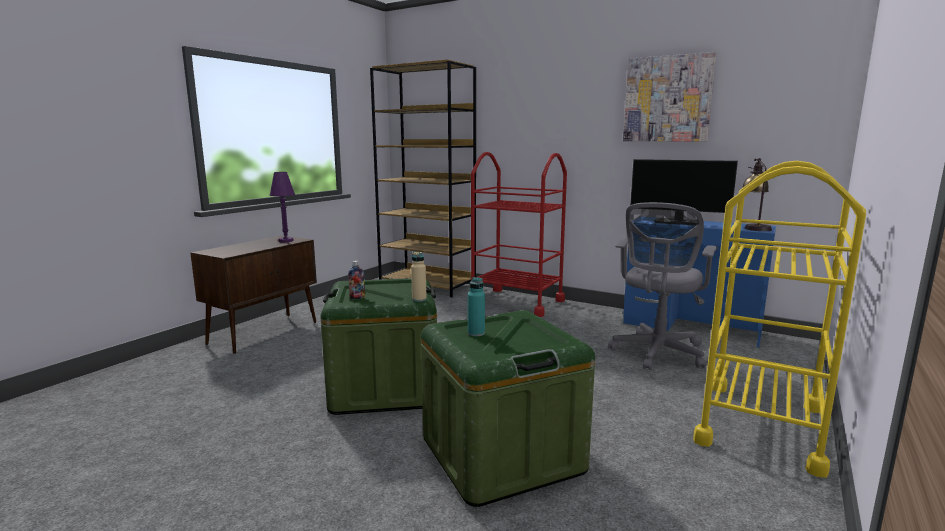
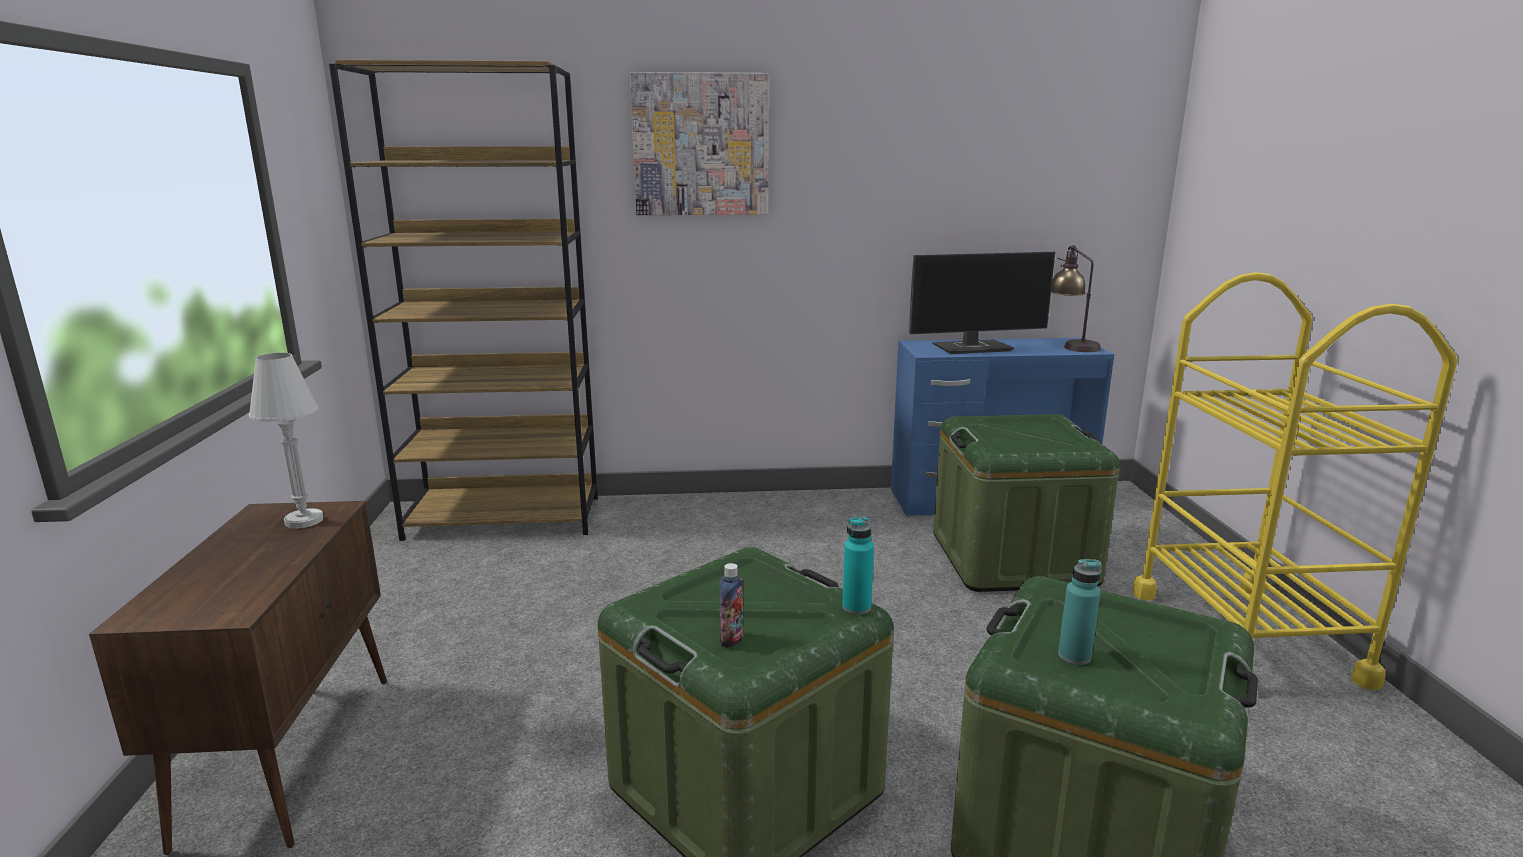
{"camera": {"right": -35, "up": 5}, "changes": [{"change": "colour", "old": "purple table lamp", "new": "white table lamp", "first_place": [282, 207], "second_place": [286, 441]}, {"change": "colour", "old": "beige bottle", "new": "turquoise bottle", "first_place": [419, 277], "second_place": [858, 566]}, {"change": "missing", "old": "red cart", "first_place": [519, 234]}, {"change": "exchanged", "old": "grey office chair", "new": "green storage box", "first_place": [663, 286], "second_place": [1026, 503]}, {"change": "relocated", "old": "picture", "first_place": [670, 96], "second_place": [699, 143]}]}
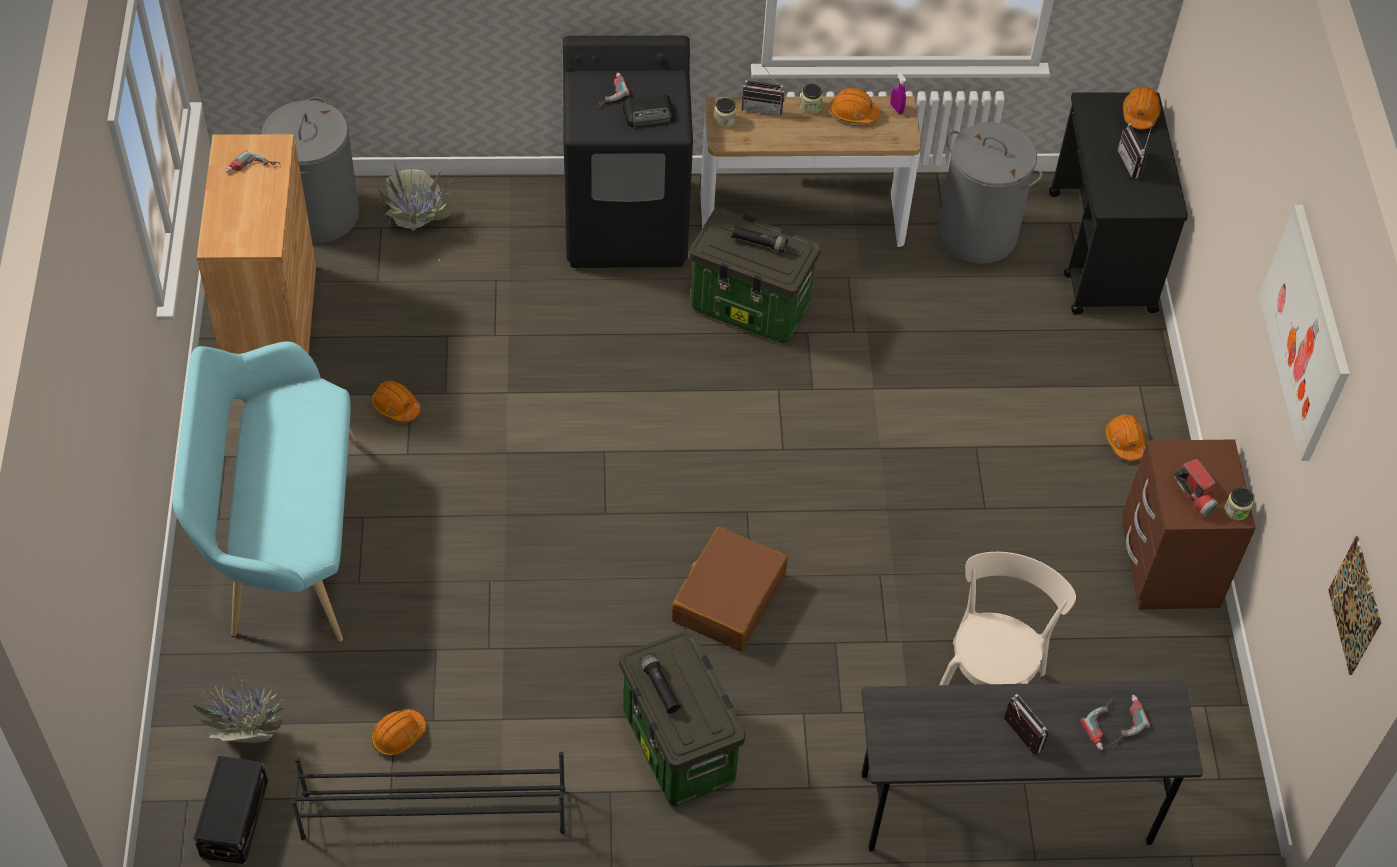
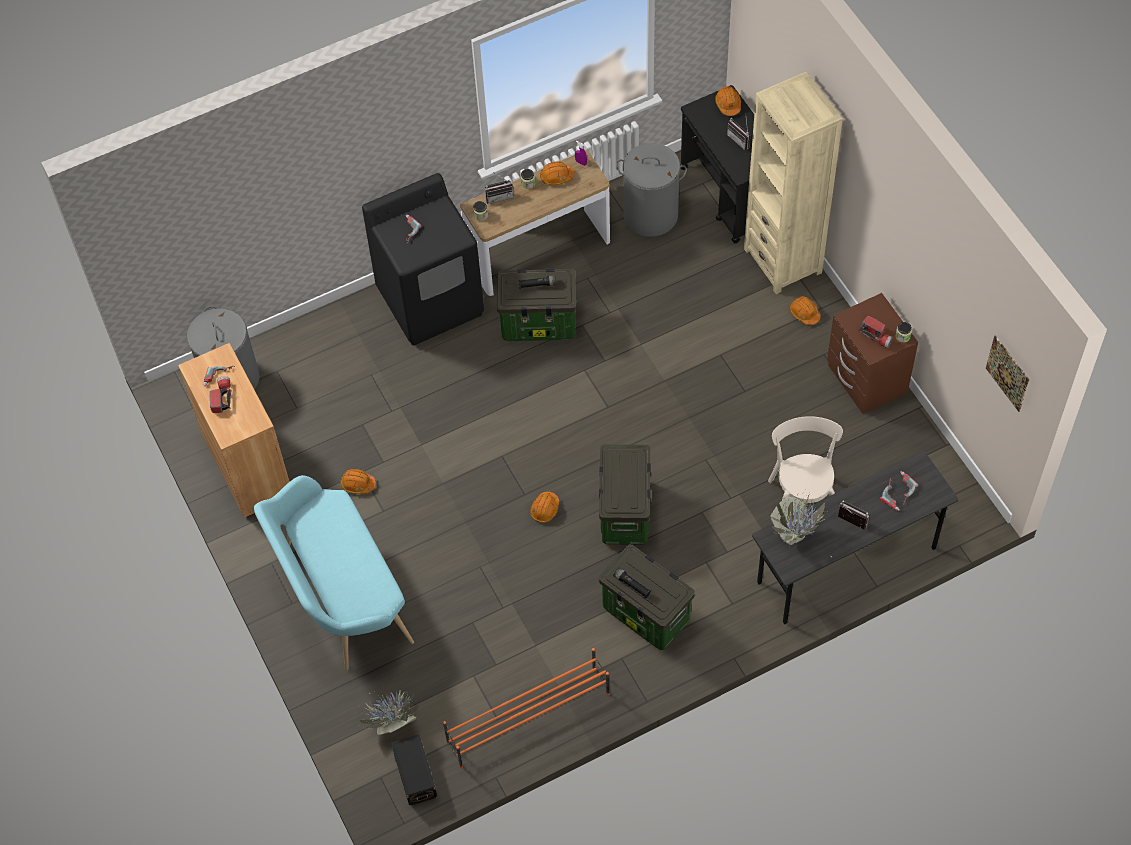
{"camera": {"right": -20, "up": 5}, "changes": [{"change": "colour", "old": "black shoe rack", "new": "orange shoe rack", "first_place": [428, 796], "second_place": [526, 708]}, {"change": "relocated", "old": "orange hard hat", "first_place": [398, 732], "second_place": [544, 507]}, {"change": "relocated", "old": "potted plant", "first_place": [418, 212], "second_place": [801, 524]}, {"change": "missing", "old": "radio", "first_place": [648, 111]}, {"change": "exchanged", "old": "brown suitcase", "new": "storage box", "first_place": [730, 589], "second_place": [625, 495]}, {"change": "missing", "old": "picture", "first_place": [1304, 333]}, {"change": "appeared", "new": "flashlight", "second_place": [221, 394]}, {"change": "appeared", "new": "beige bookcase", "second_place": [793, 182]}]}
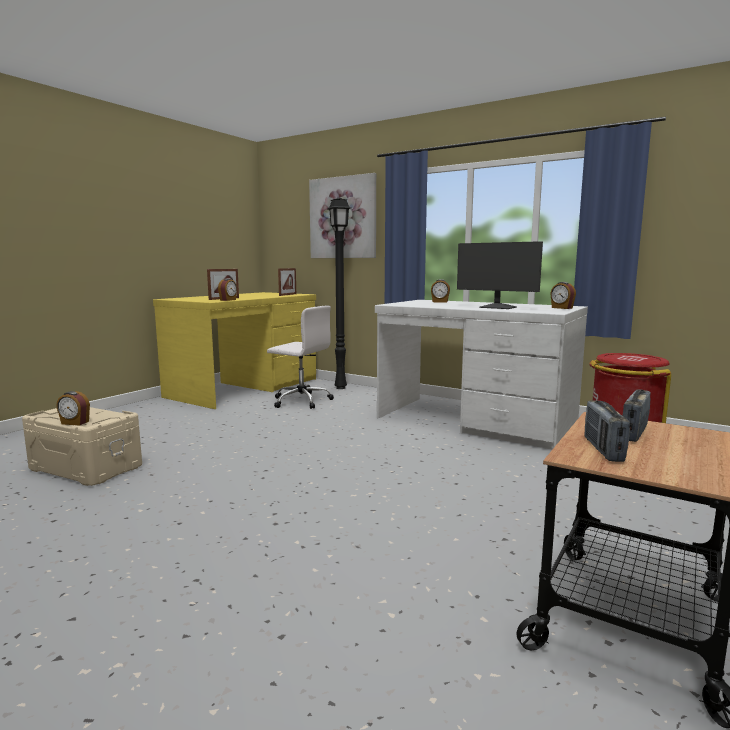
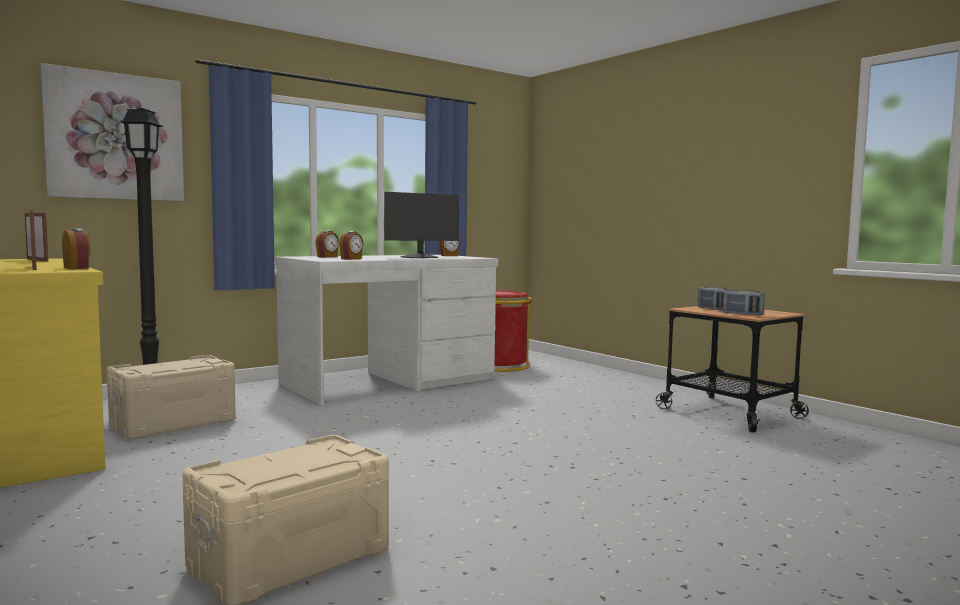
{"camera": {"right": -70, "up": -5}, "changes": [{"change": "relocated", "old": "alarm clock", "first_place": [73, 408], "second_place": [351, 245]}, {"change": "exchanged", "old": "white office chair", "new": "beige storage box", "first_place": [300, 357], "second_place": [171, 397]}]}
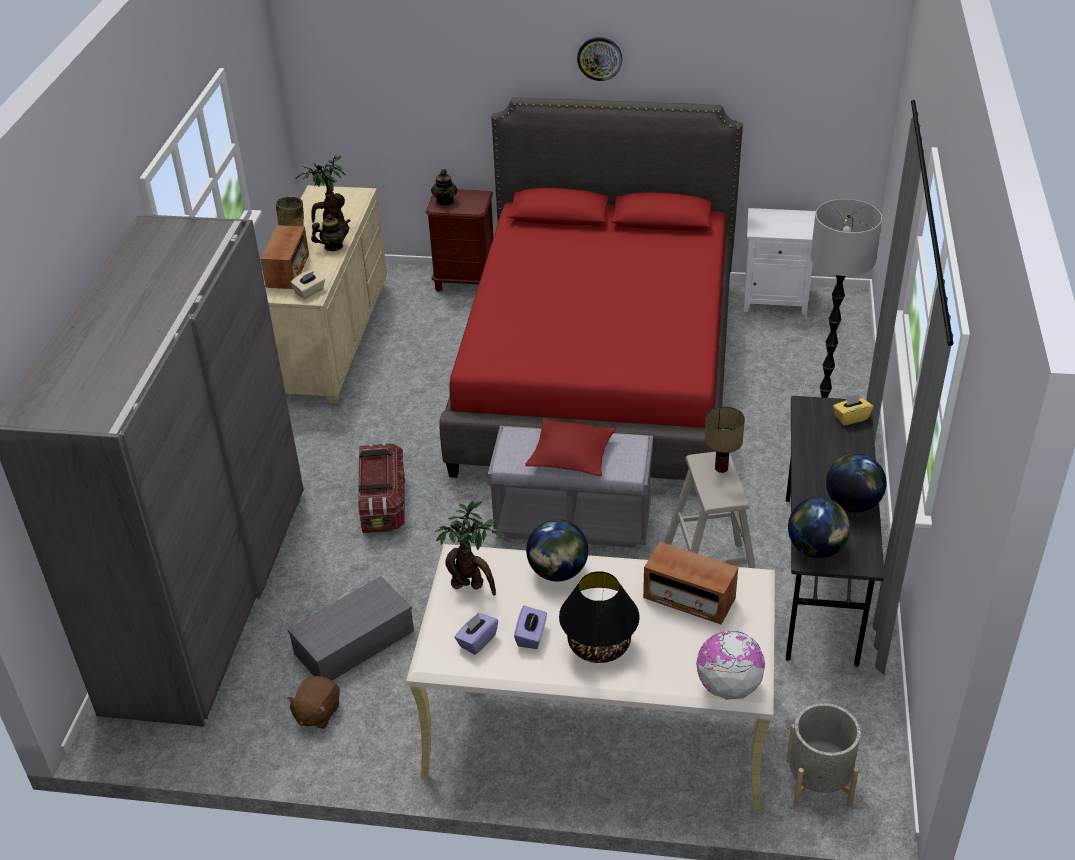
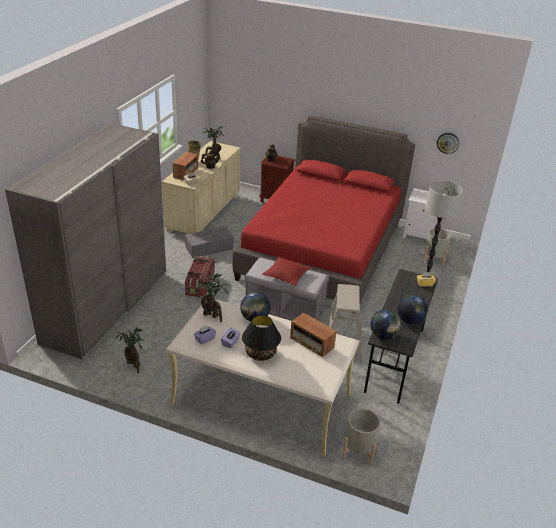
{"camera": {"right": 10, "up": -5}, "changes": [{"change": "exchanged", "old": "brown plush toy", "new": "potted plant", "first_place": [313, 702], "second_place": [129, 350]}, {"change": "relocated", "old": "grey storage box", "first_place": [351, 628], "second_place": [209, 242]}, {"change": "relocated", "old": "wall clock", "first_place": [599, 59], "second_place": [448, 143]}, {"change": "missing", "old": "globe", "first_place": [730, 665]}, {"change": "missing", "old": "table lamp", "first_place": [724, 439]}, {"change": "appeared", "new": "grey planter", "second_place": [437, 247]}]}
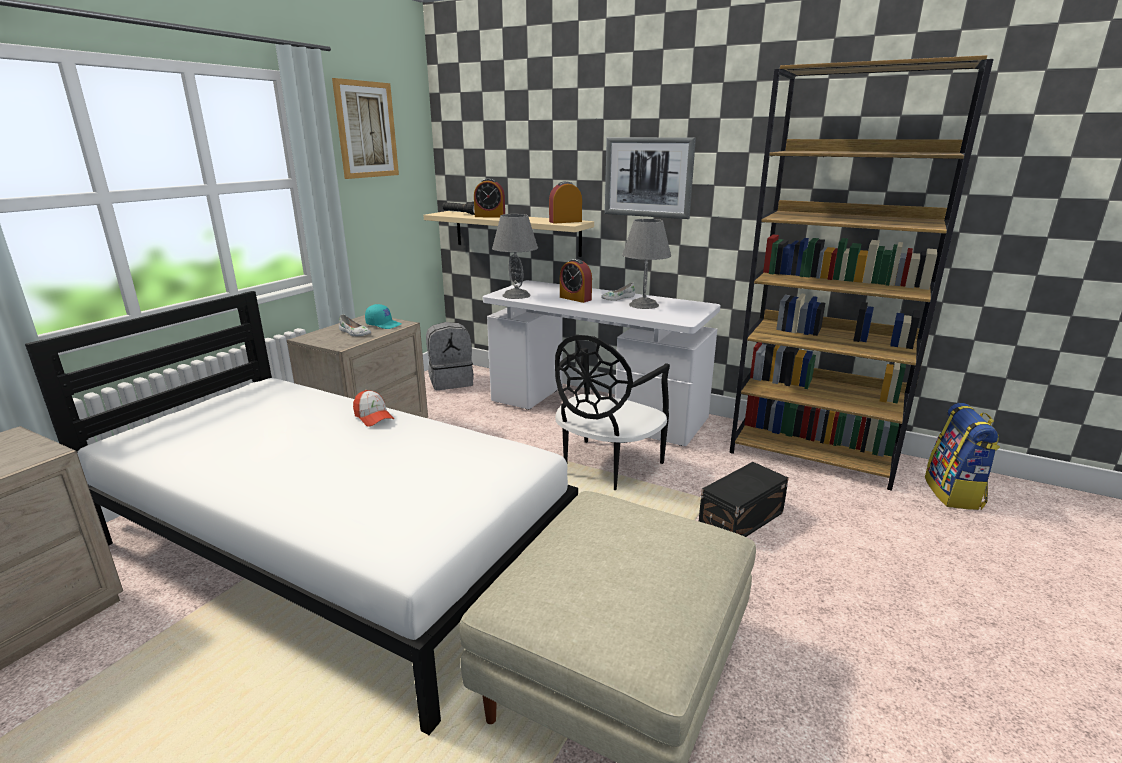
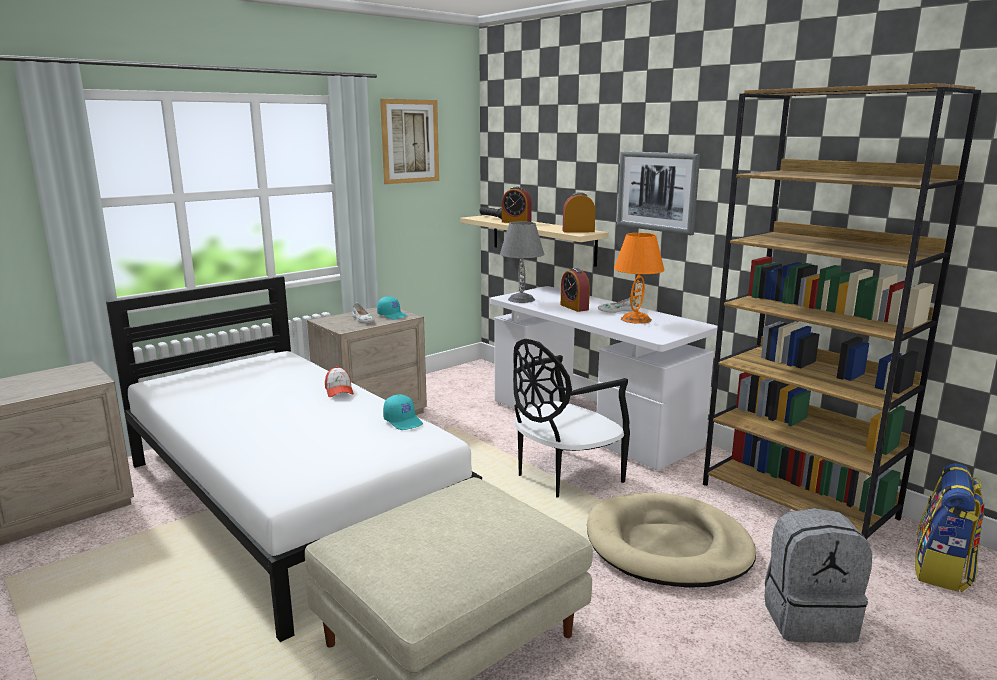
{"camera": {"right": 20, "up": -5}, "changes": [{"change": "relocated", "old": "grey backpack", "first_place": [450, 356], "second_place": [818, 575]}, {"change": "colour", "old": "grey table lamp", "new": "orange table lamp", "first_place": [646, 264], "second_place": [639, 278]}, {"change": "exchanged", "old": "black storage box", "new": "beige dog bed", "first_place": [744, 499], "second_place": [671, 540]}, {"change": "appeared", "new": "turquoise cap", "second_place": [403, 412]}]}
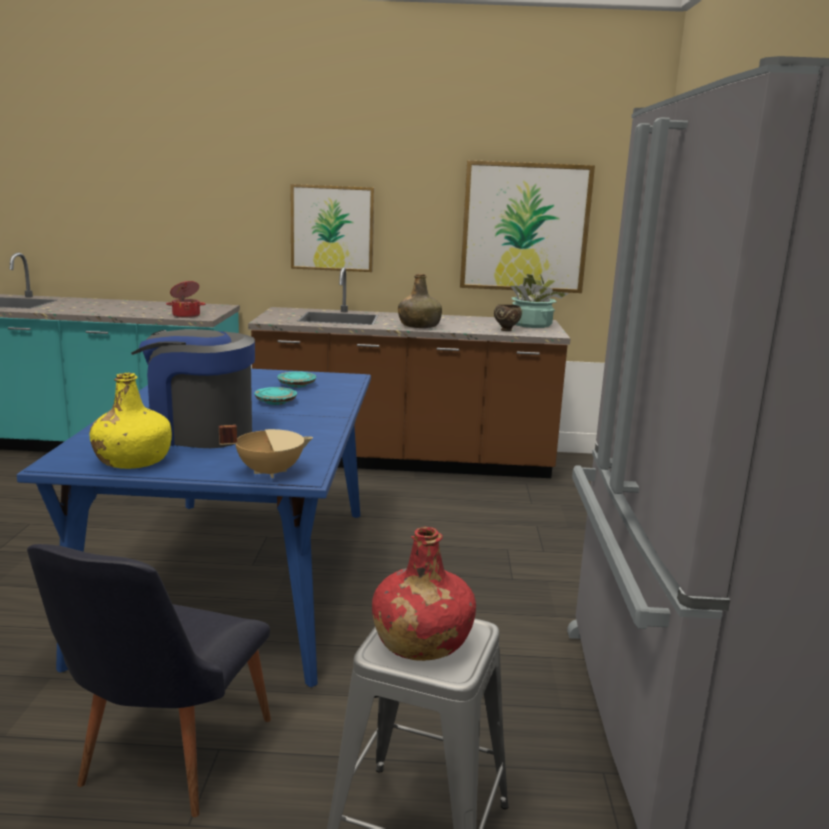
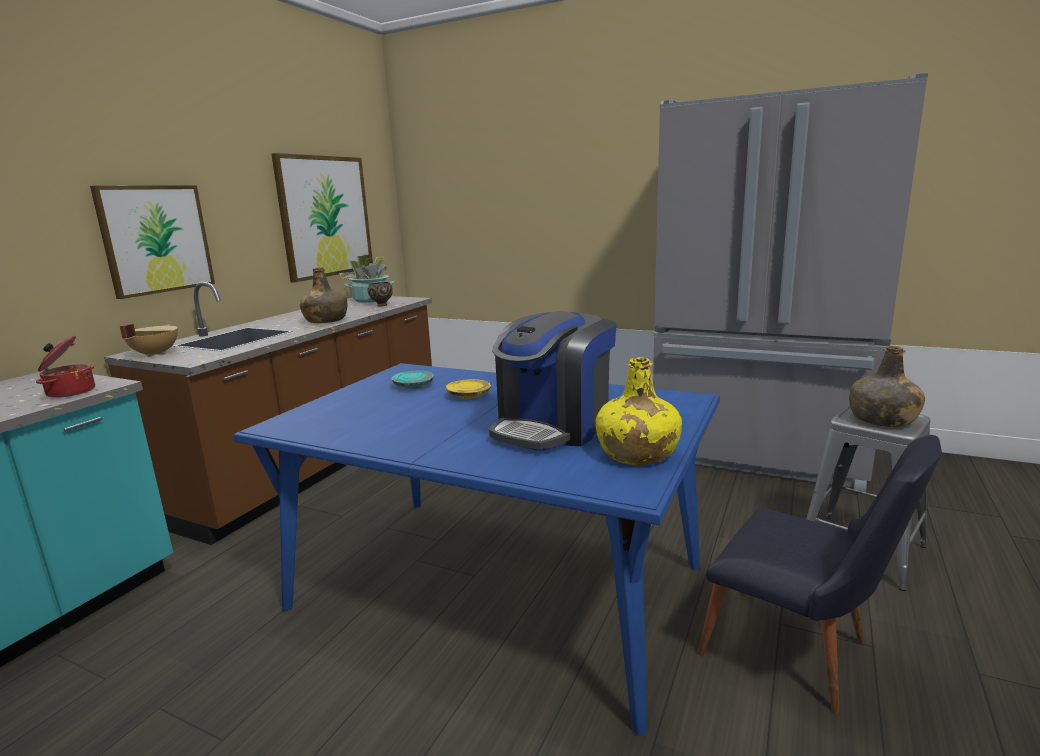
{"camera": {"right": -65, "up": 0}, "changes": [{"change": "relocated", "old": "beige cooking pot", "first_place": [266, 451], "second_place": [149, 340]}, {"change": "colour", "old": "turquoise plate", "new": "yellow plate", "first_place": [275, 396], "second_place": [468, 389]}, {"change": "colour", "old": "red bottle", "new": "green bottle", "first_place": [424, 594], "second_place": [887, 386]}]}
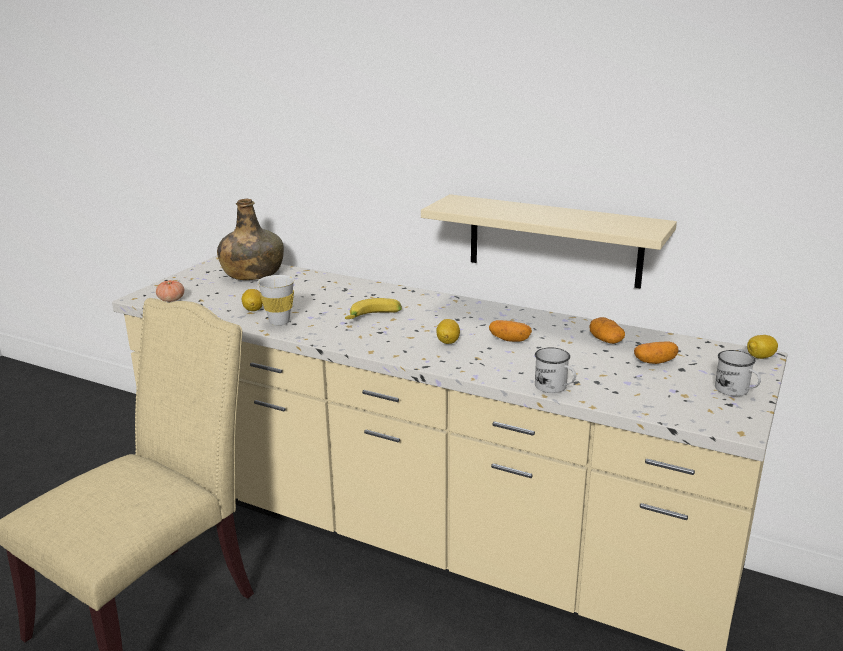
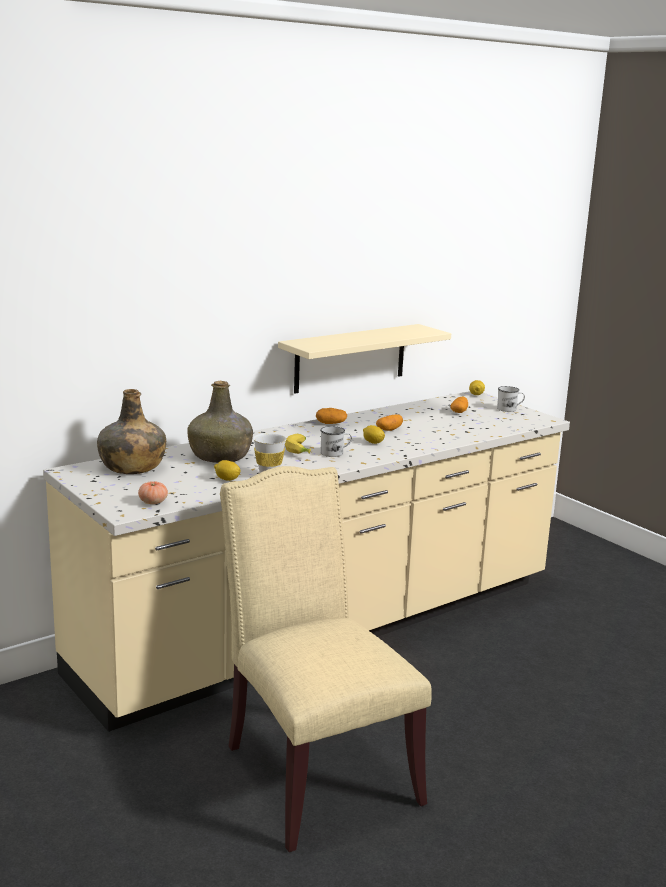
{"camera": {"right": -65, "up": -5}, "changes": [{"change": "relocated", "old": "white mug", "first_place": [555, 370], "second_place": [336, 441]}, {"change": "relocated", "old": "potato", "first_place": [607, 330], "second_place": [331, 416]}, {"change": "appeared", "new": "green bottle", "second_place": [220, 422]}]}
